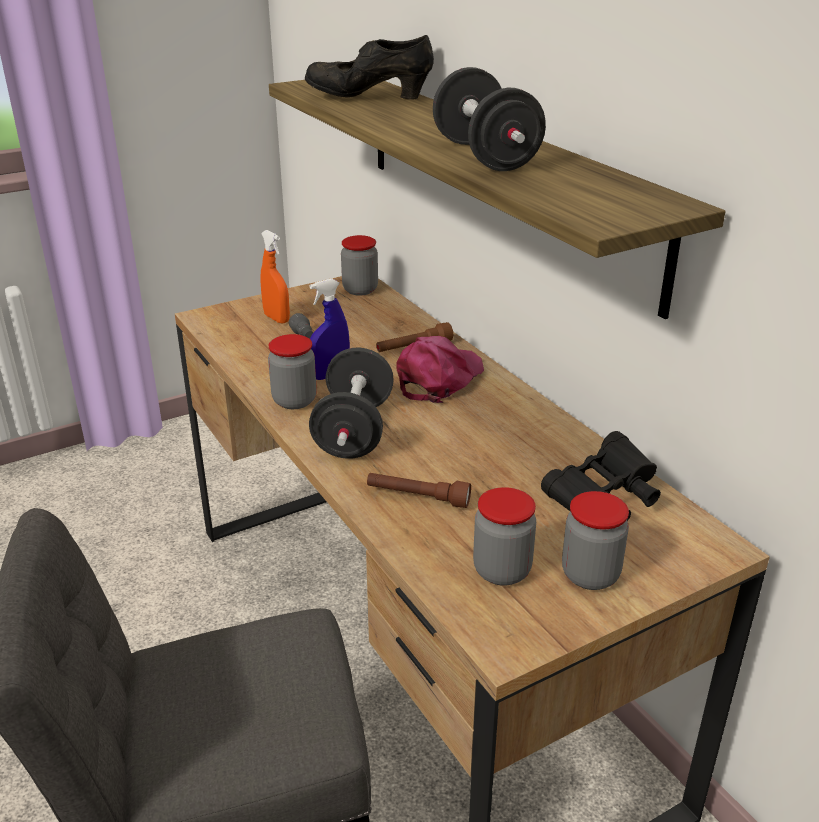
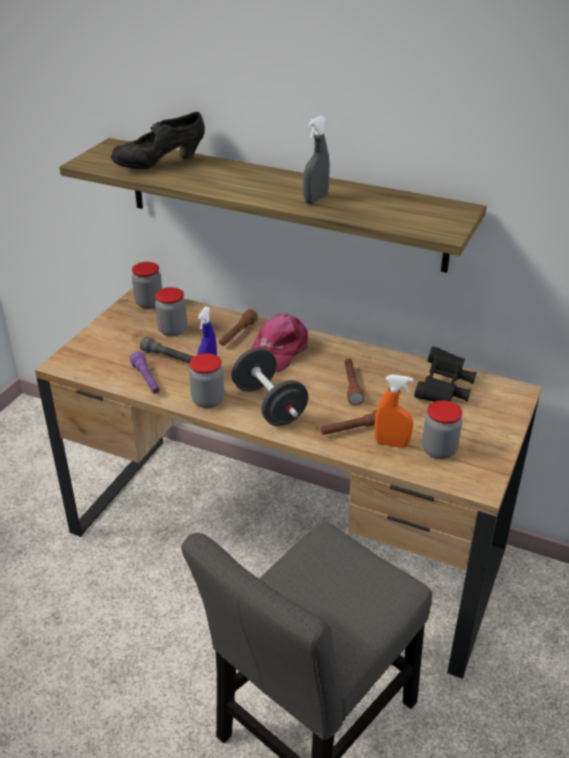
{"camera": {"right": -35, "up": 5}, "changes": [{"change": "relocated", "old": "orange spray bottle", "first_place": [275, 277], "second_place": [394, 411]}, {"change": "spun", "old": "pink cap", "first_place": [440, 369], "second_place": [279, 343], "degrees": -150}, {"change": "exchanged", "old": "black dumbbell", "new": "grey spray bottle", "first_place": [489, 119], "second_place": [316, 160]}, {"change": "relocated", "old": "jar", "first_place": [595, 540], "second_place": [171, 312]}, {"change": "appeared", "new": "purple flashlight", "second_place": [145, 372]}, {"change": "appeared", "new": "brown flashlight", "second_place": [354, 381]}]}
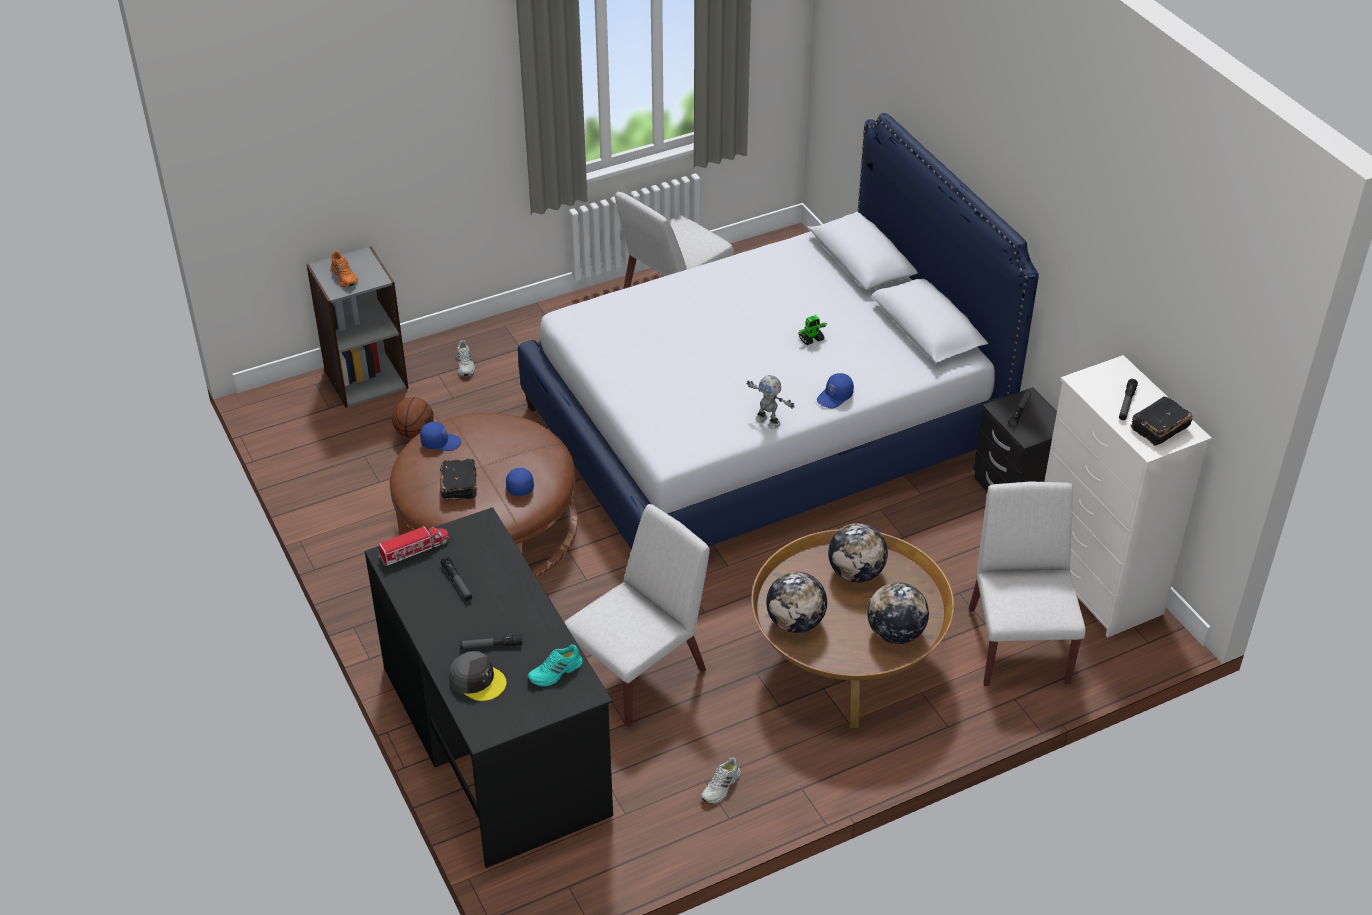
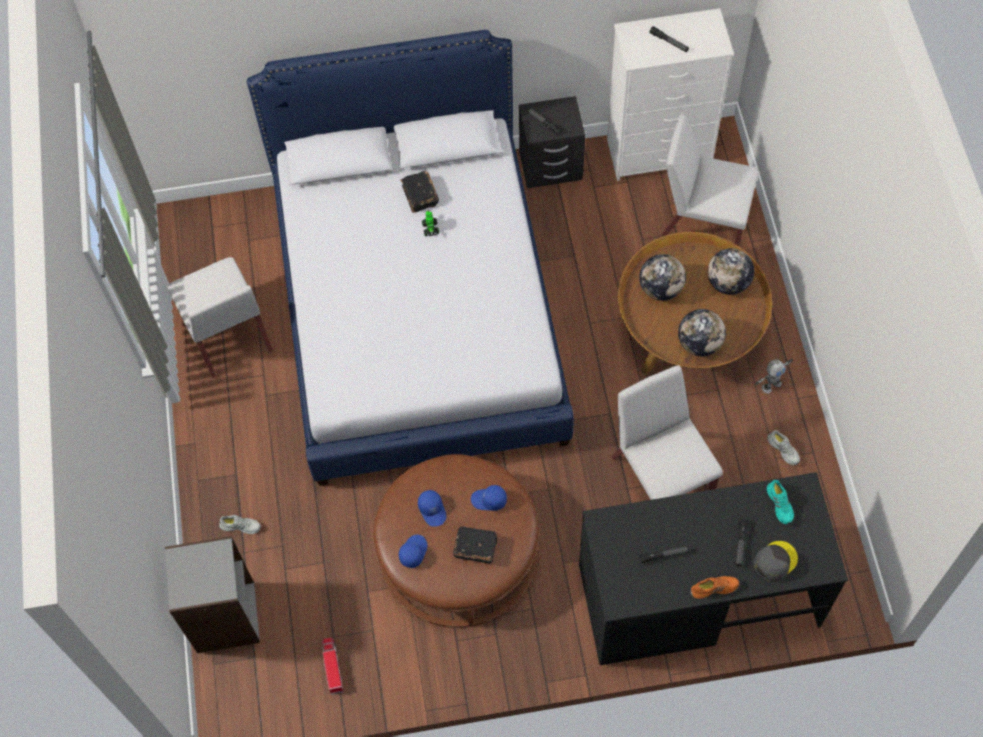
{"camera": {"right": -70, "up": 20}, "changes": [{"change": "relocated", "old": "orange shoe", "first_place": [344, 269], "second_place": [715, 587]}, {"change": "relocated", "old": "toy truck", "first_place": [413, 546], "second_place": [332, 666]}, {"change": "missing", "old": "basketball", "first_place": [413, 418]}, {"change": "relocated", "old": "toy robot", "first_place": [771, 402], "second_place": [774, 376]}, {"change": "relocated", "old": "blue cap", "first_place": [835, 391], "second_place": [432, 508]}, {"change": "relocated", "old": "black book", "first_place": [1162, 421], "second_place": [419, 192]}]}
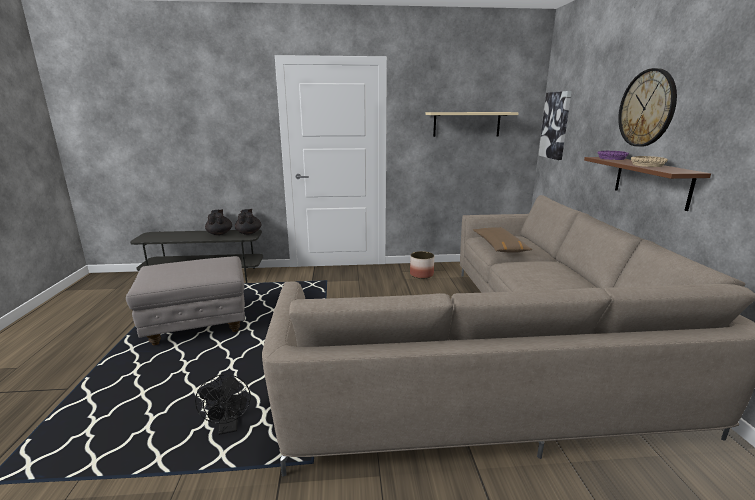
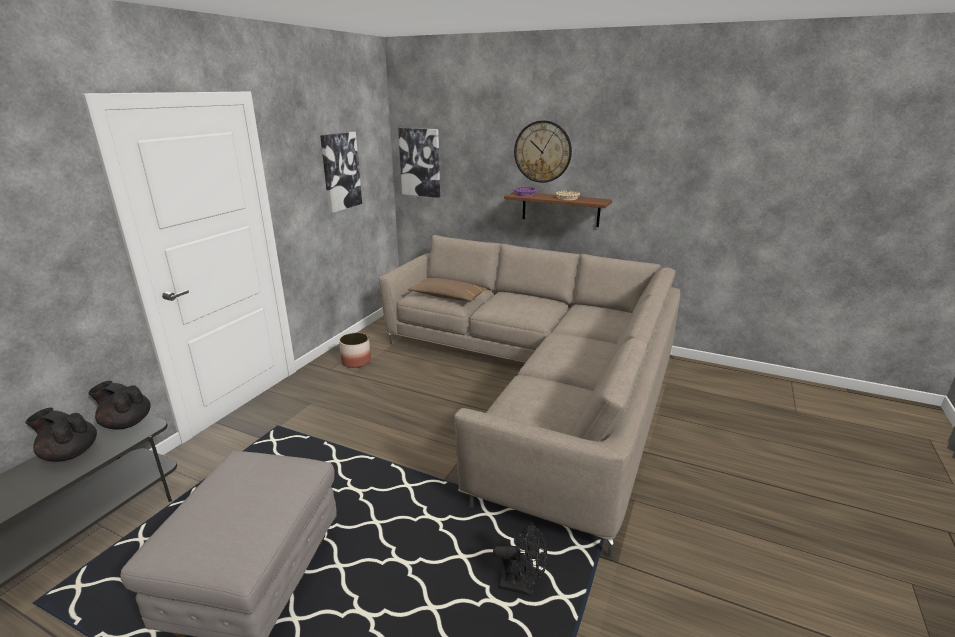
{"camera": {"right": -60, "up": 5}, "changes": [{"change": "exchanged", "old": "beige shelf", "new": "picture", "first_place": [472, 124], "second_place": [341, 172]}]}
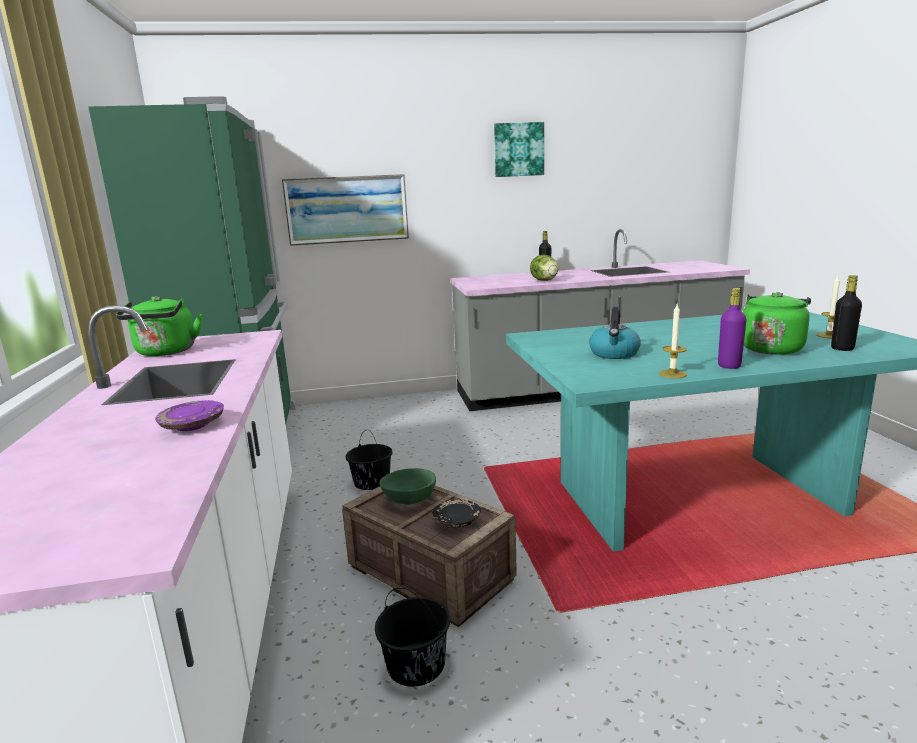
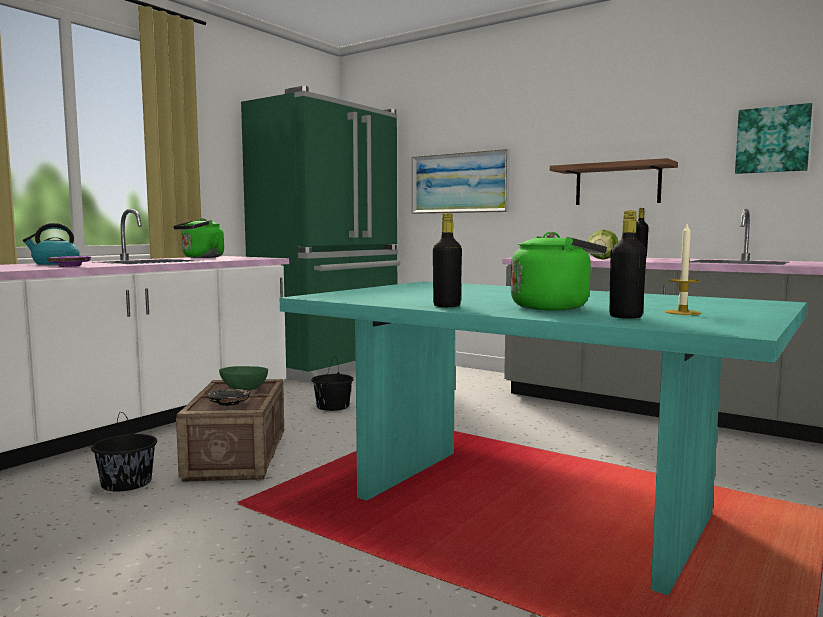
{"camera": {"right": 45, "up": -10}, "changes": [{"change": "relocated", "old": "picture", "first_place": [519, 149], "second_place": [773, 138]}, {"change": "relocated", "old": "kettle", "first_place": [615, 333], "second_place": [51, 244]}, {"change": "missing", "old": "candle", "first_place": [673, 341]}, {"change": "colour", "old": "purple bottle", "new": "black bottle", "first_place": [732, 328], "second_place": [447, 260]}, {"change": "appeared", "new": "shelf", "second_place": [614, 181]}]}
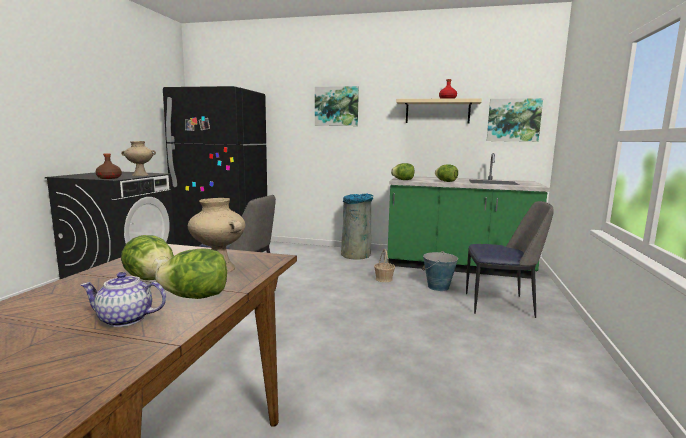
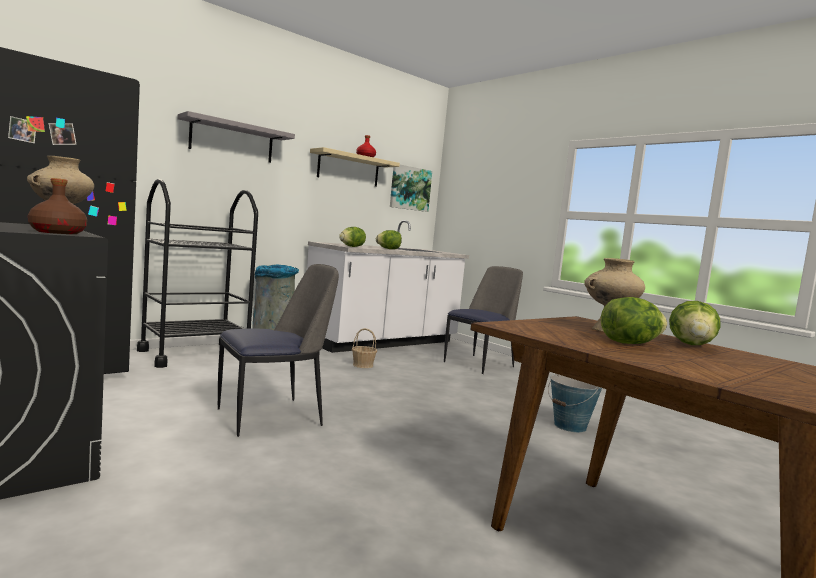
{"camera": {"right": -55, "up": -5}, "changes": [{"change": "missing", "old": "teapot", "first_place": [123, 299]}, {"change": "exchanged", "old": "picture", "new": "grey shelf", "first_place": [337, 106], "second_place": [236, 137]}, {"change": "colour", "old": "green counter", "new": "white counter", "first_place": [468, 216], "second_place": [388, 286]}, {"change": "relocated", "old": "bucket", "first_place": [440, 271], "second_place": [575, 403]}, {"change": "appeared", "new": "black cart", "second_place": [197, 273]}]}
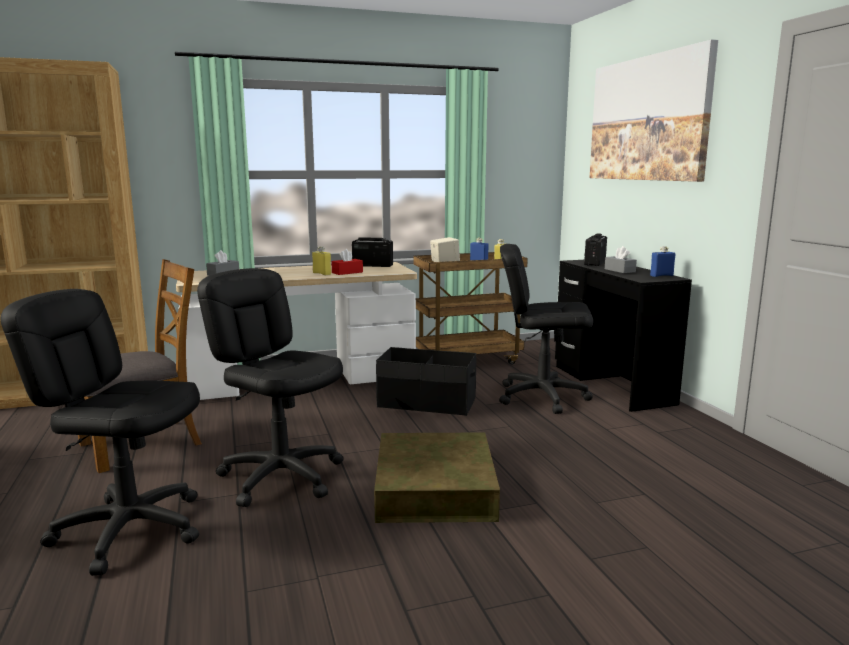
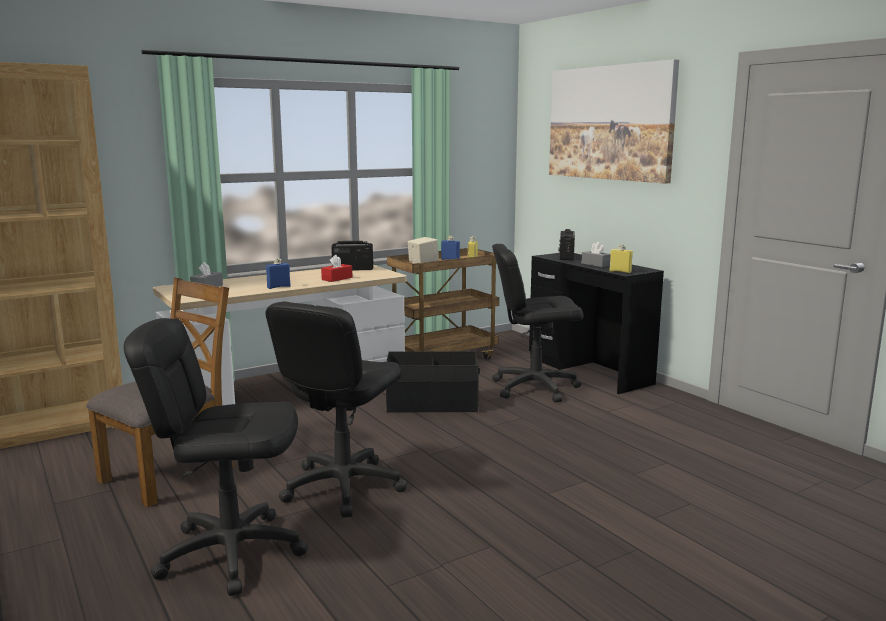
{"camera": {"right": -15, "up": 0}, "changes": [{"change": "spun", "old": "black office chair", "first_place": [270, 387], "second_place": [336, 410], "degrees": -90}, {"change": "relocated", "old": "yellow bottle", "first_place": [321, 260], "second_place": [621, 258]}, {"change": "missing", "old": "brown storage box", "first_place": [437, 477]}, {"change": "relocated", "old": "blue bottle", "first_place": [662, 261], "second_place": [278, 273]}]}
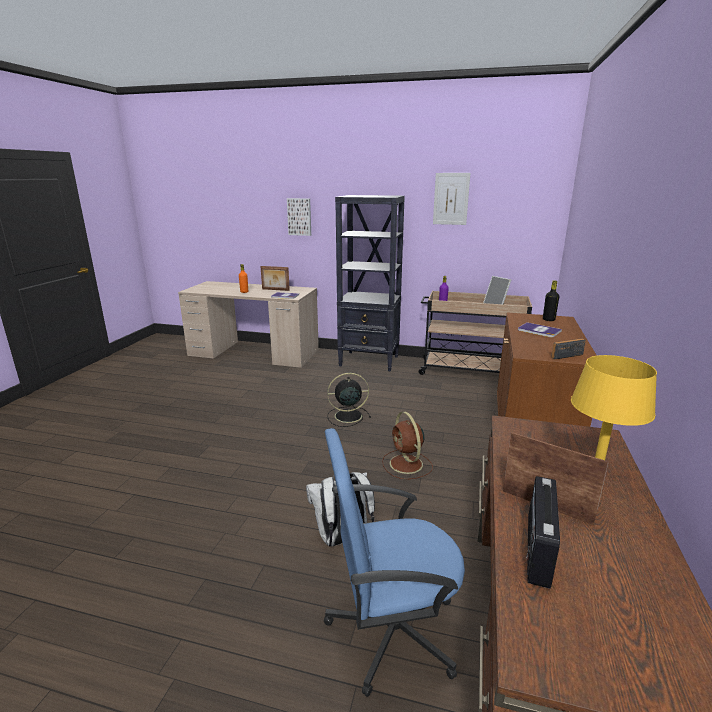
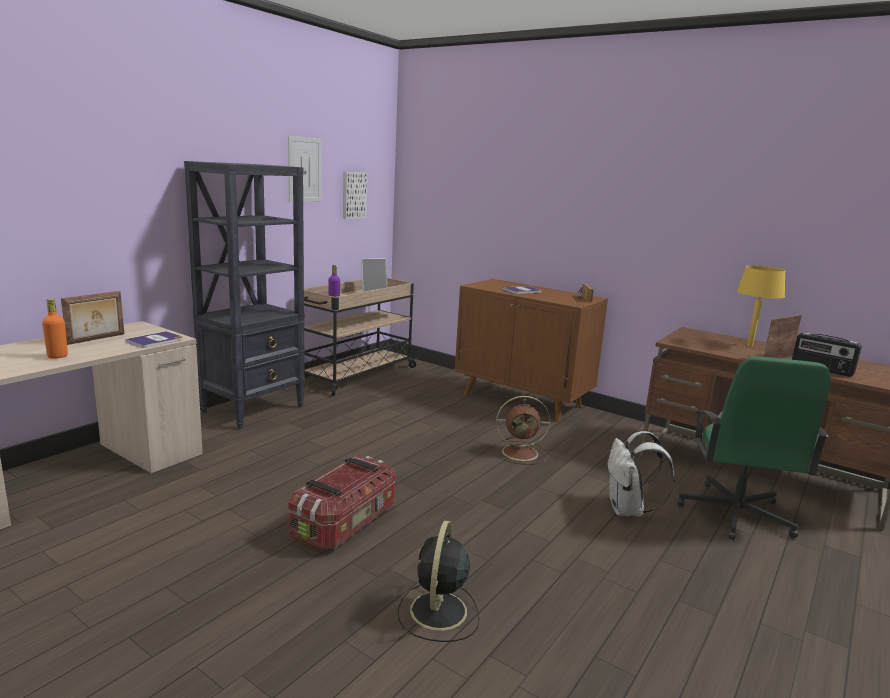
{"camera": {"right": -70, "up": -5}, "changes": [{"change": "relocated", "old": "picture", "first_place": [299, 217], "second_place": [355, 195]}, {"change": "colour", "old": "blue office chair", "new": "green office chair", "first_place": [394, 562], "second_place": [753, 448]}, {"change": "relocated", "old": "black fan", "first_place": [349, 400], "second_place": [438, 581]}, {"change": "missing", "old": "black bottle", "first_place": [551, 301]}, {"change": "appeared", "new": "storage box", "second_place": [342, 502]}]}
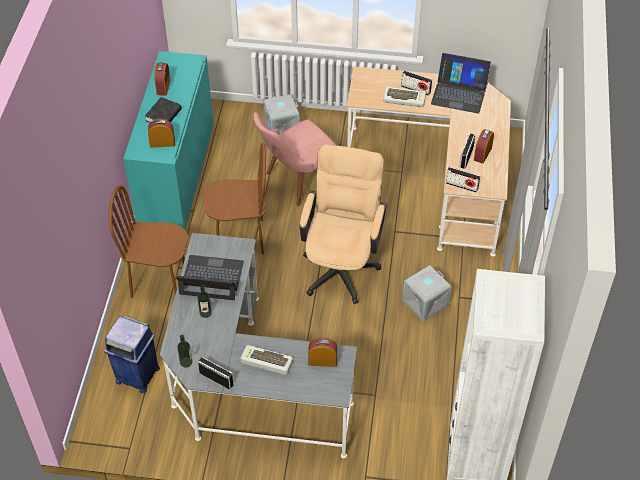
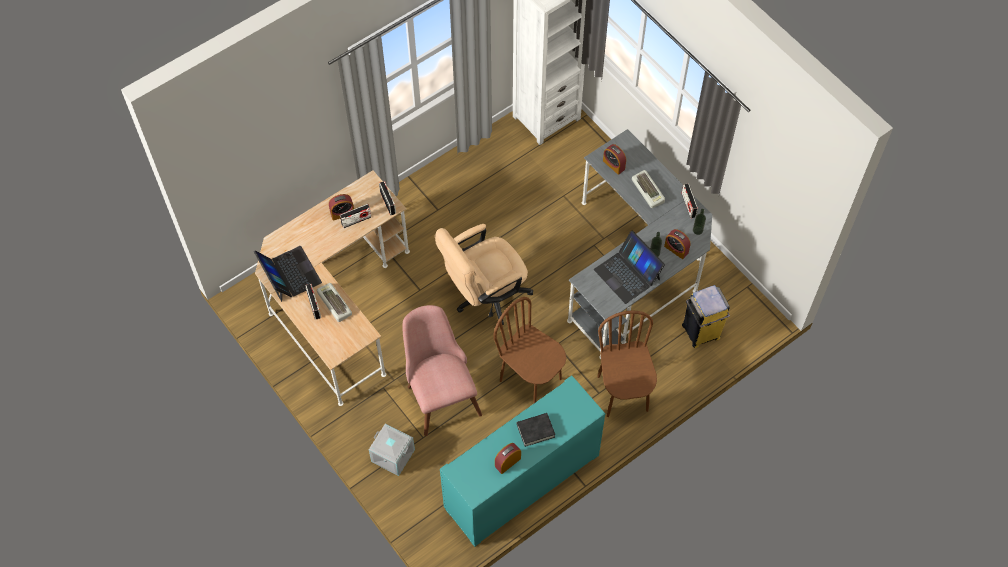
{"camera": {"right": -135, "up": 10}, "changes": [{"change": "colour", "old": "blue trash can", "new": "yellow trash can", "first_place": [132, 354], "second_place": [706, 316]}, {"change": "spun", "old": "brown chair", "first_place": [148, 241], "second_place": [627, 364], "degrees": -150}, {"change": "relocated", "old": "alarm clock", "first_place": [161, 133], "second_place": [677, 244]}, {"change": "spun", "old": "pink chair", "first_place": [295, 159], "second_place": [442, 370], "degrees": -120}, {"change": "missing", "old": "grey storage box", "first_place": [427, 293]}]}
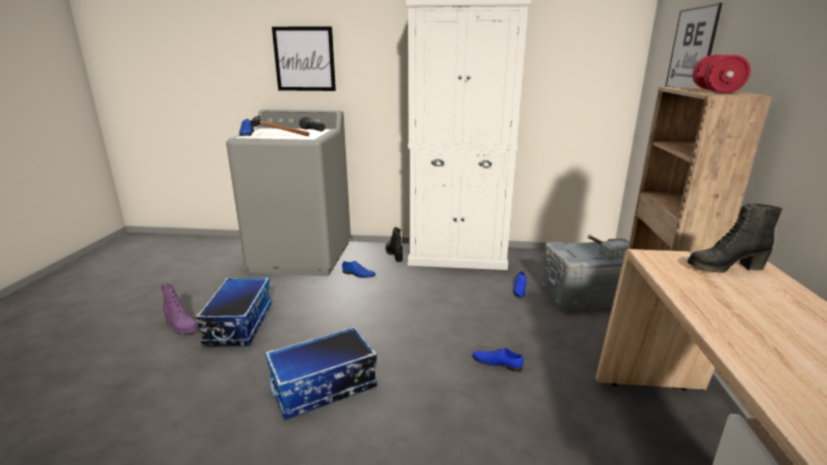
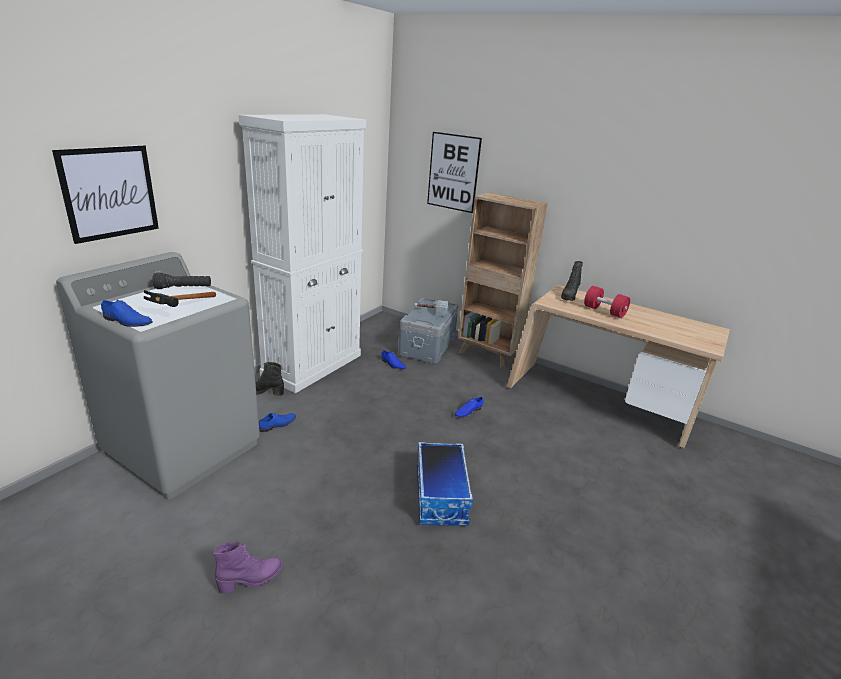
{"camera": {"right": -65, "up": 5}, "changes": [{"change": "missing", "old": "storage box", "first_place": [234, 312]}, {"change": "relocated", "old": "red dumbbell", "first_place": [721, 74], "second_place": [607, 302]}]}
